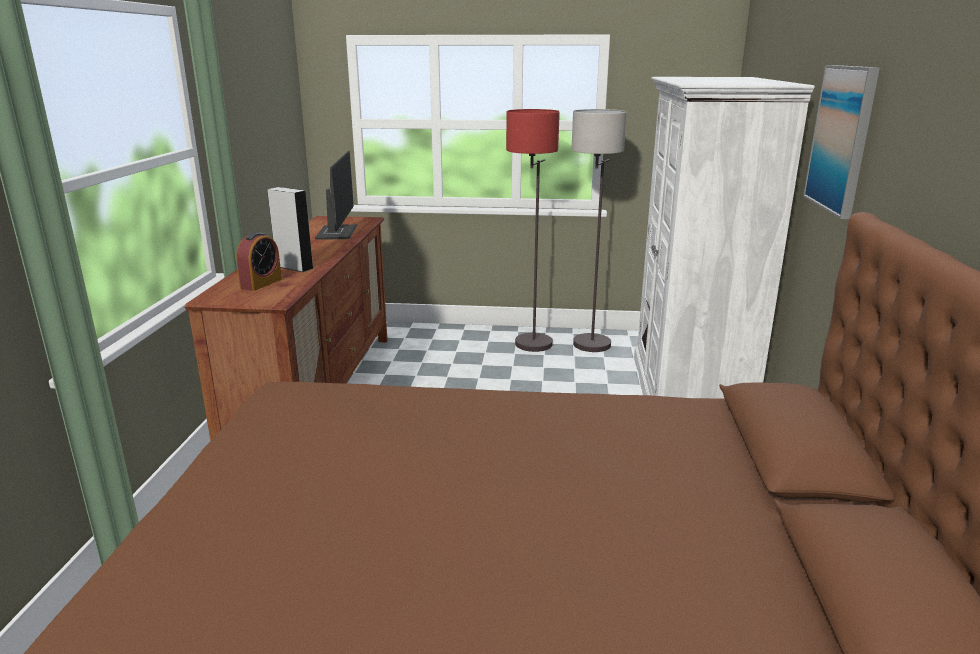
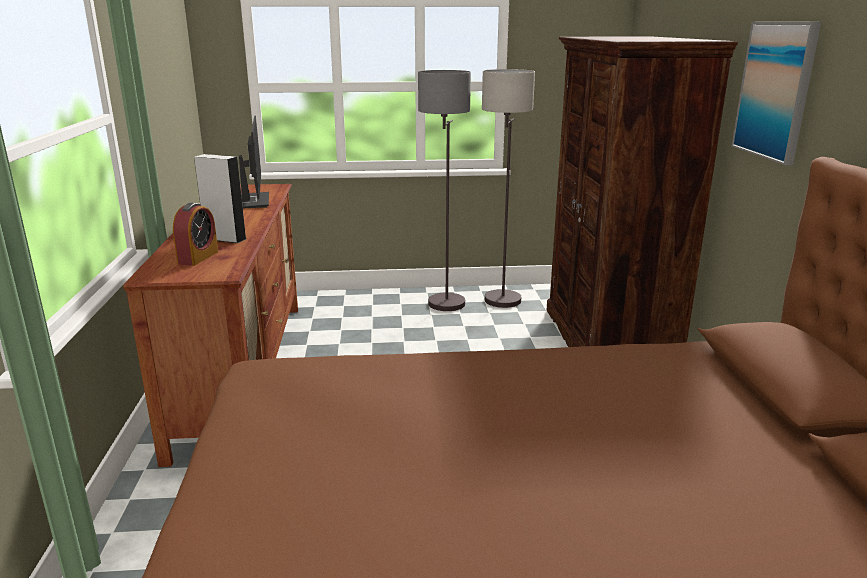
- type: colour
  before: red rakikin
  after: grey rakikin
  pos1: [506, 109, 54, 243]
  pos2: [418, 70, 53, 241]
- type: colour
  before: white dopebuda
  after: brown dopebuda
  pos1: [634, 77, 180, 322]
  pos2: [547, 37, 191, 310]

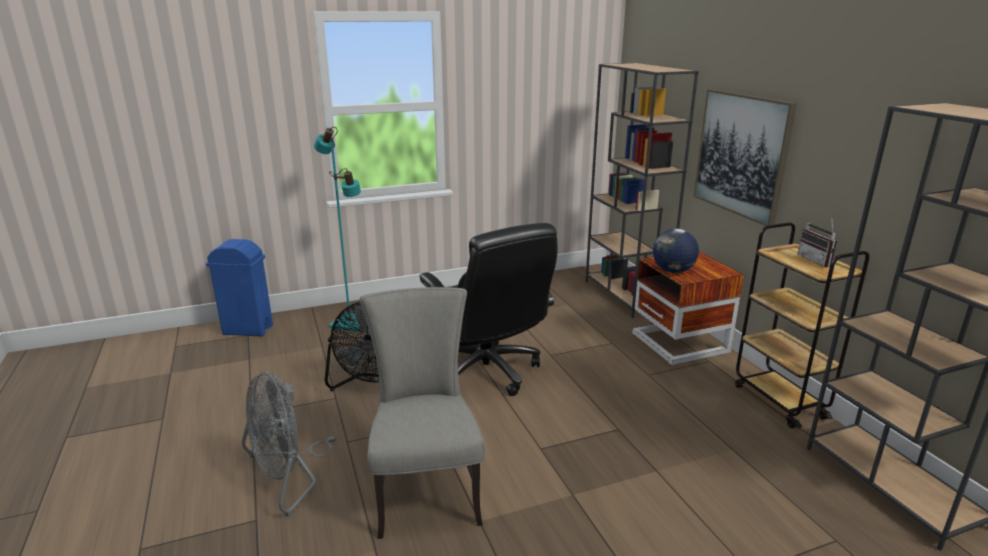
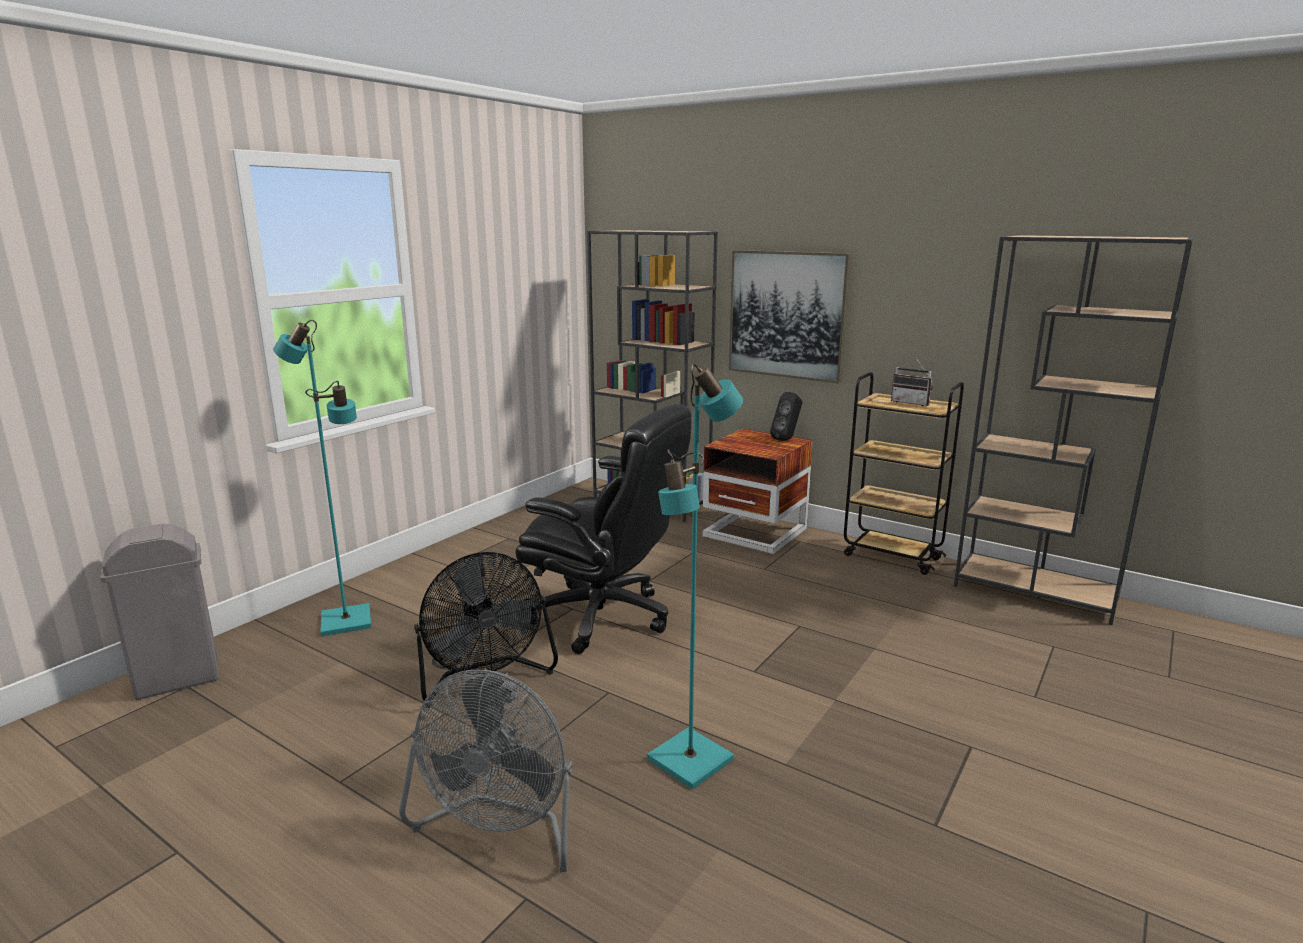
- type: colour
  before: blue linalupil
  after: grey linalupil
  pos1: [206, 239, 67, 97]
  pos2: [100, 524, 119, 176]
- type: exchanged
  before: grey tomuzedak
  after: turquoise rakikin
  pos1: [360, 287, 125, 252]
  pos2: [647, 364, 96, 425]
- type: missing
  before: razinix
  pos1: [653, 228, 46, 45]
- type: appeared
  after: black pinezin
  pos2: [770, 392, 32, 49]

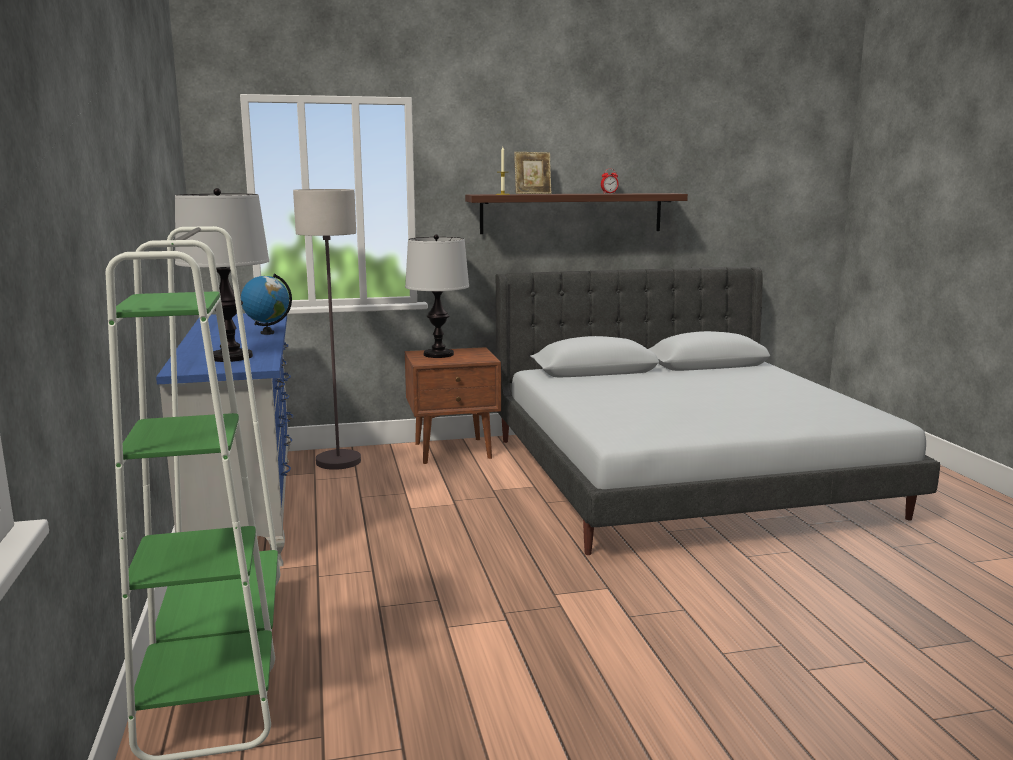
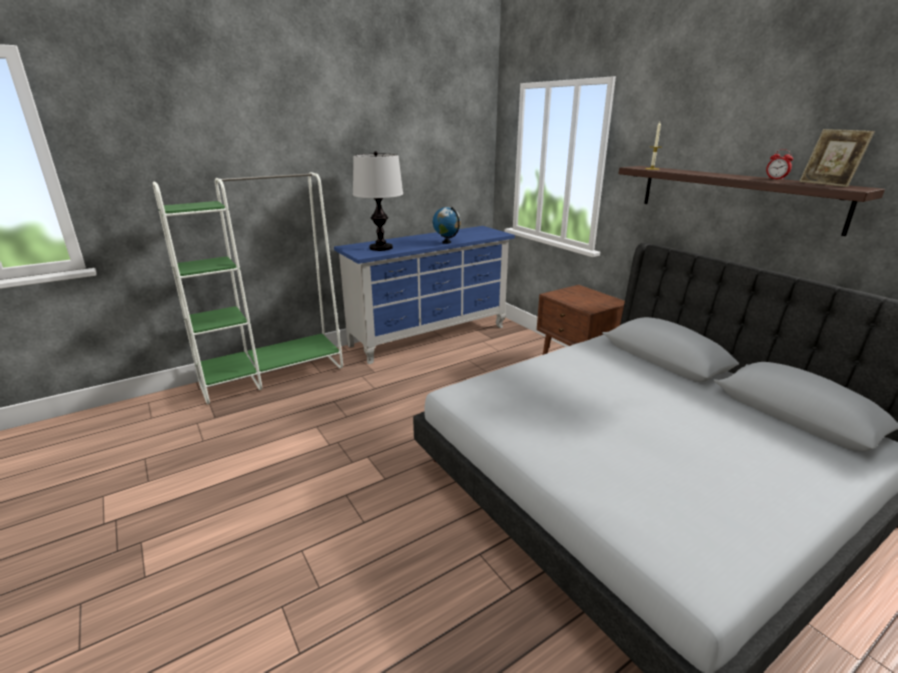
- type: missing
  before: grey rakikin
  pos1: [293, 189, 68, 281]
- type: missing
  before: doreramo
  pos1: [405, 234, 64, 124]
- type: relocated
  before: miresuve
  pos1: [514, 152, 38, 42]
  pos2: [799, 129, 76, 58]

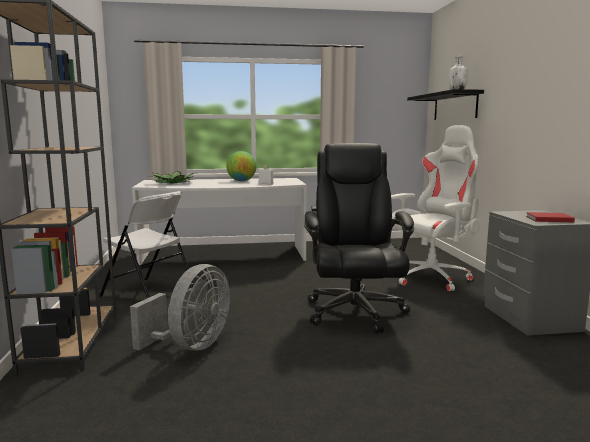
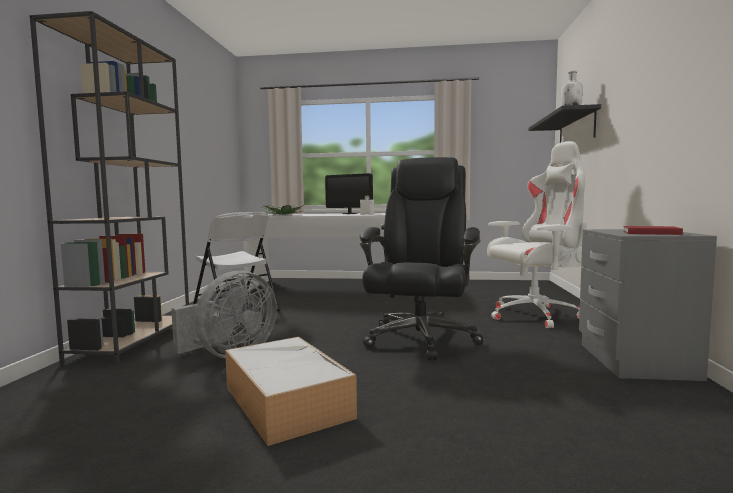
- type: exchanged
  before: razinix
  after: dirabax
  pos1: [226, 151, 30, 30]
  pos2: [325, 173, 48, 41]
- type: appeared
  after: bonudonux
  pos2: [225, 337, 132, 109]

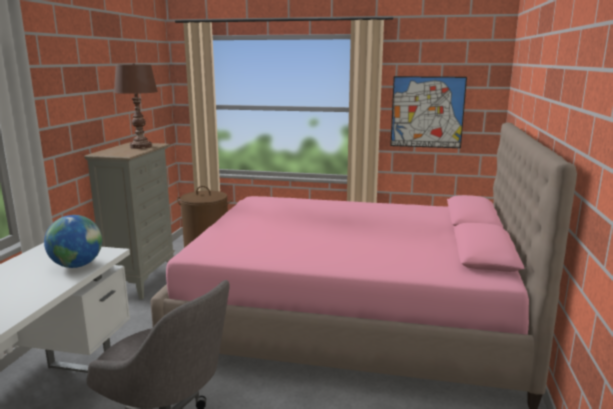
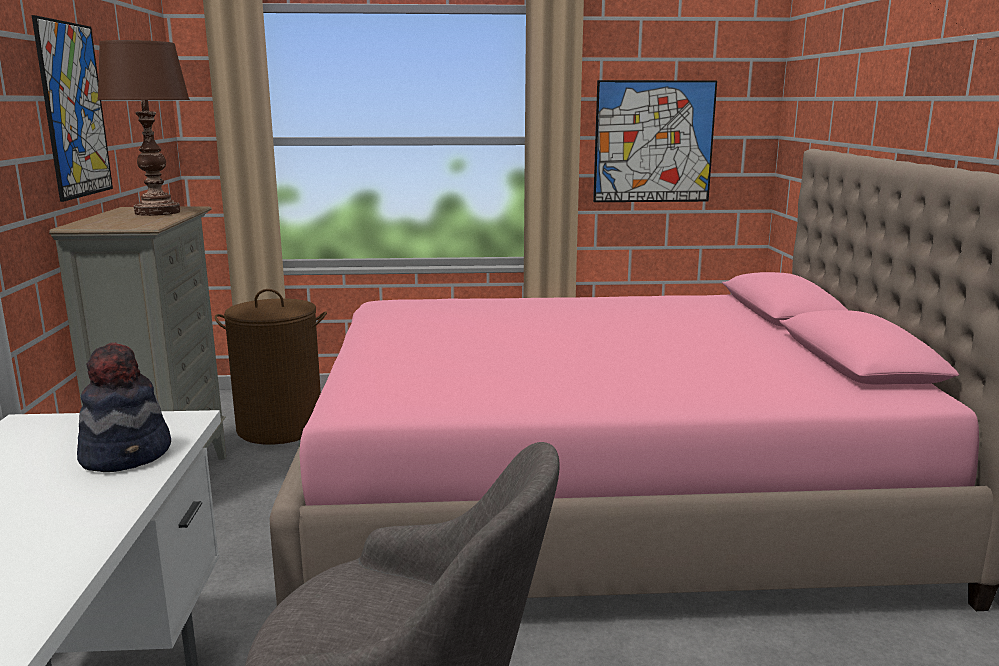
- type: exchanged
  before: razinix
  after: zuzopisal
  pos1: [44, 215, 58, 53]
  pos2: [77, 342, 94, 130]
- type: appeared
  after: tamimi
  pos2: [32, 15, 81, 187]

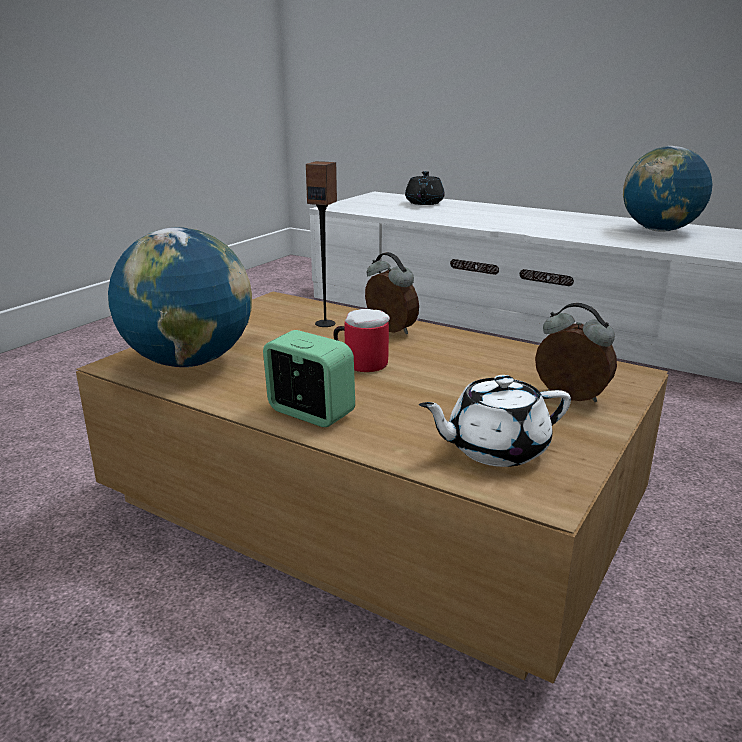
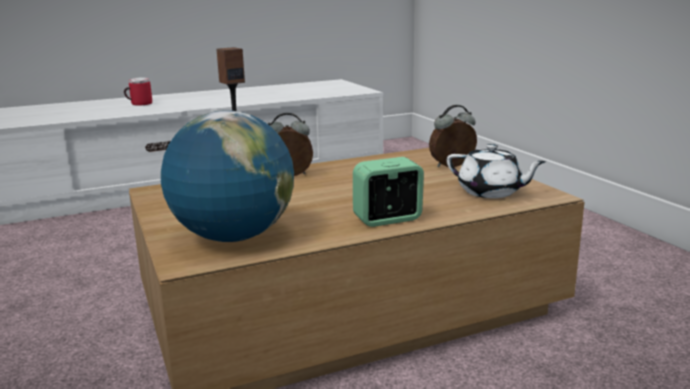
- type: relocated
  before: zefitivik
  pos1: [333, 309, 57, 63]
  pos2: [124, 78, 28, 28]
- type: missing
  before: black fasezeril
  pos1: [405, 171, 40, 34]
- type: spun
  before: white fasezeril
  pos1: [419, 375, 152, 92]
  pos2: [447, 144, 99, 54]
  turn: -75
- type: missing
  before: razinix
  pos1: [623, 146, 89, 86]

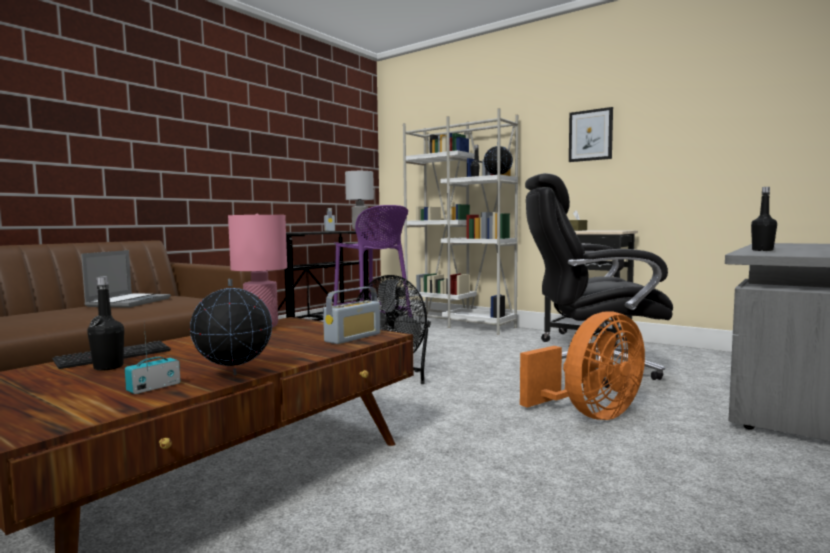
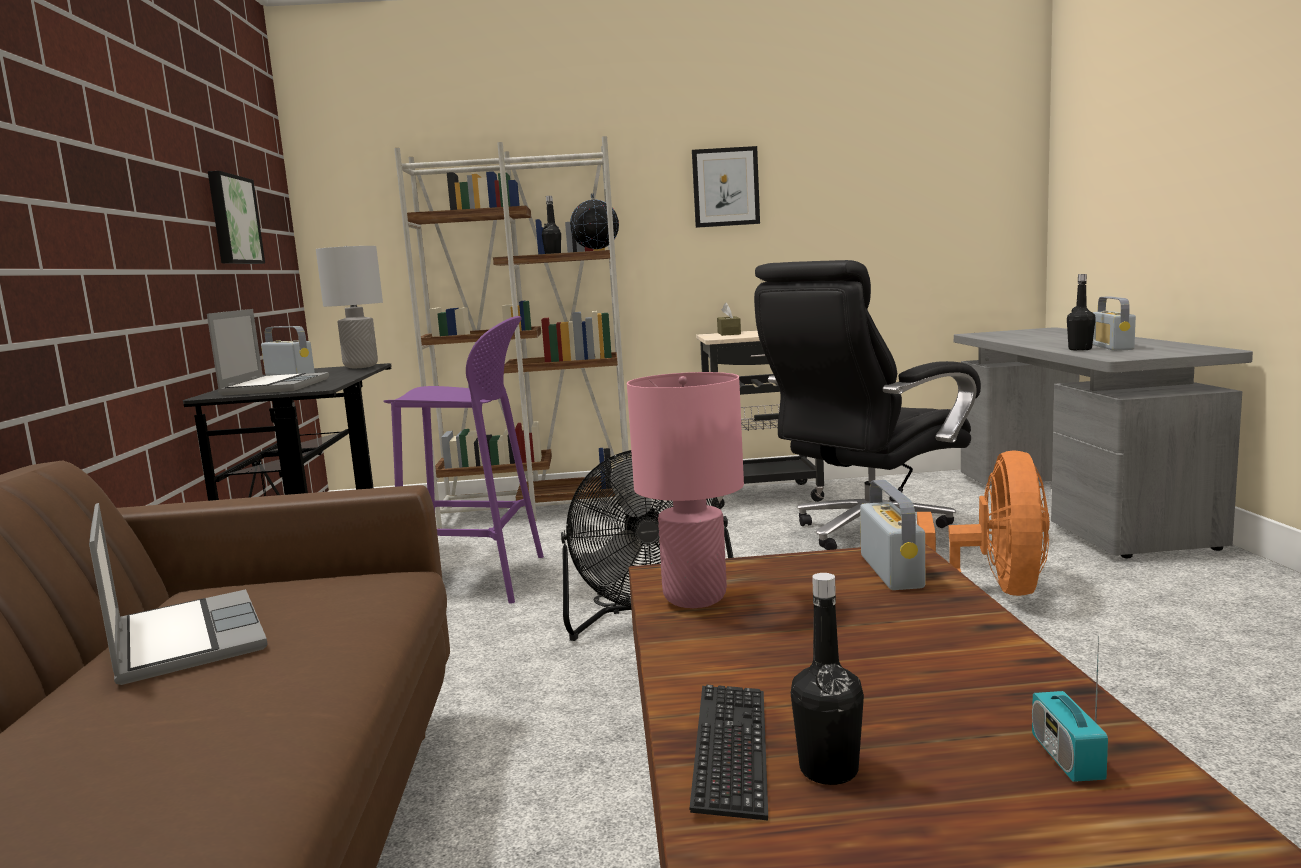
- type: missing
  before: razinix
  pos1: [190, 279, 83, 96]
- type: colour
  before: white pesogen
  after: brown pesogen
  pos1: [403, 108, 115, 226]
  pos2: [394, 136, 235, 393]
- type: appeared
  after: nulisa
  pos2: [207, 309, 122, 87]
- type: appeared
  after: tamimi
  pos2: [208, 171, 57, 93]
- type: appeared
  after: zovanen
  pos2: [1092, 296, 44, 55]

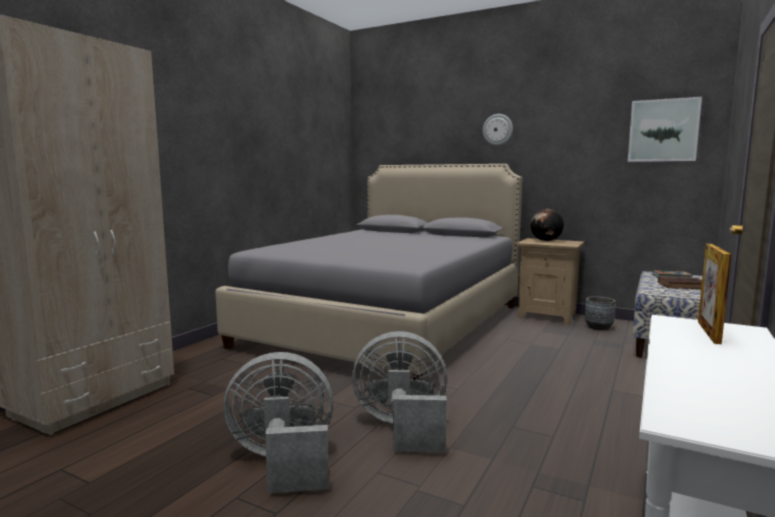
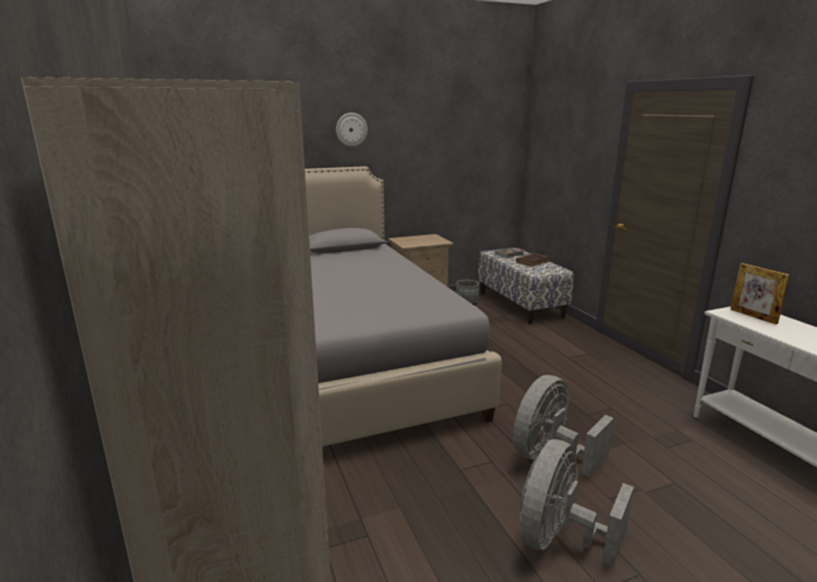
- type: missing
  before: razinix
  pos1: [530, 209, 34, 32]
- type: missing
  before: tamimi
  pos1: [628, 97, 74, 65]

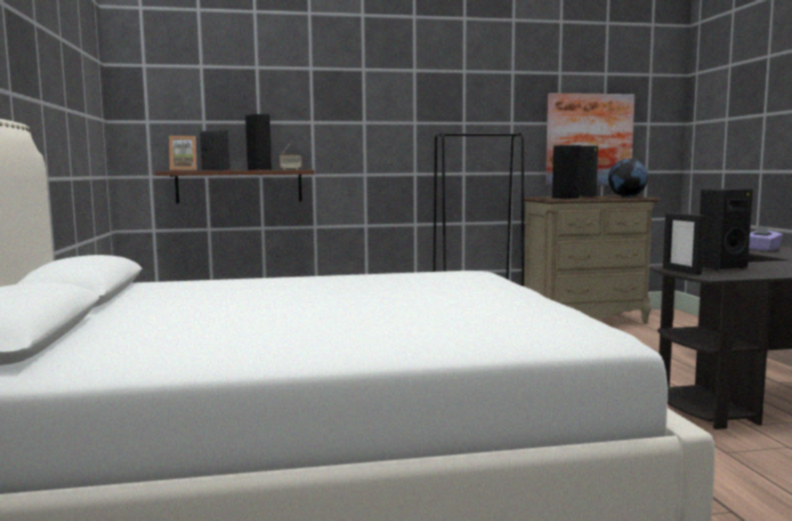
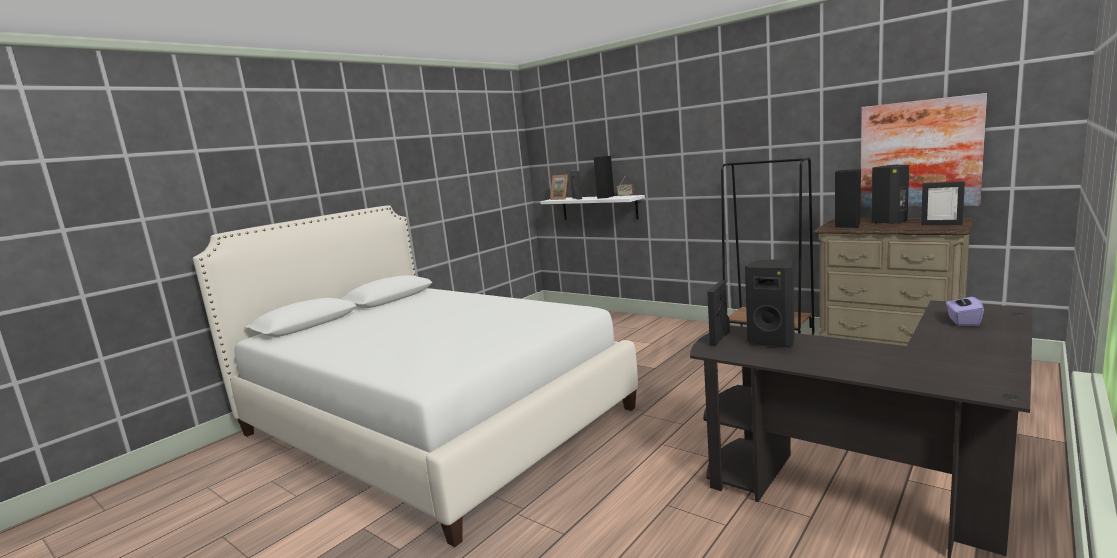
- type: colour
  before: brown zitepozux
  after: white zitepozux
  pos1: [155, 170, 160, 33]
  pos2: [540, 195, 105, 25]
- type: exchanged
  before: razinix
  after: miresuve
  pos1: [608, 159, 40, 38]
  pos2: [921, 181, 44, 44]

